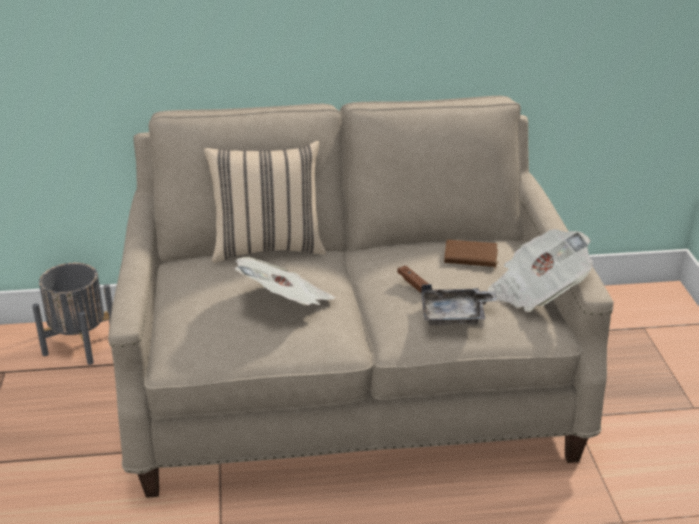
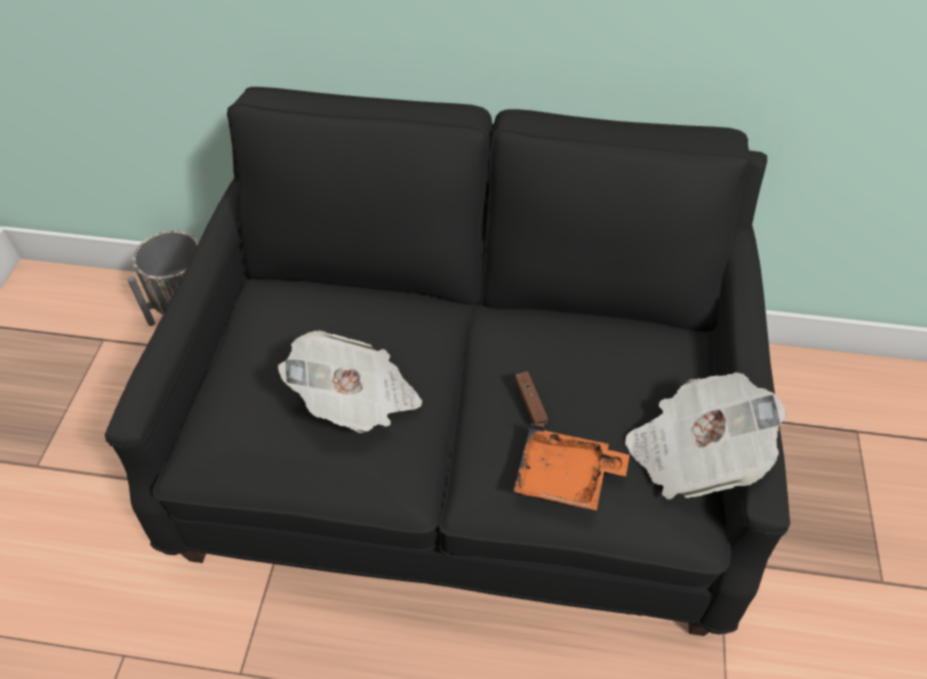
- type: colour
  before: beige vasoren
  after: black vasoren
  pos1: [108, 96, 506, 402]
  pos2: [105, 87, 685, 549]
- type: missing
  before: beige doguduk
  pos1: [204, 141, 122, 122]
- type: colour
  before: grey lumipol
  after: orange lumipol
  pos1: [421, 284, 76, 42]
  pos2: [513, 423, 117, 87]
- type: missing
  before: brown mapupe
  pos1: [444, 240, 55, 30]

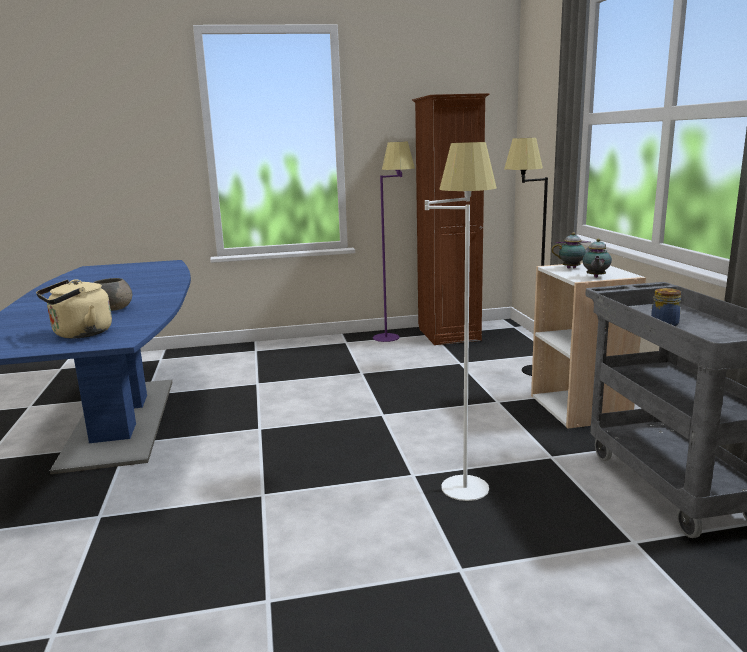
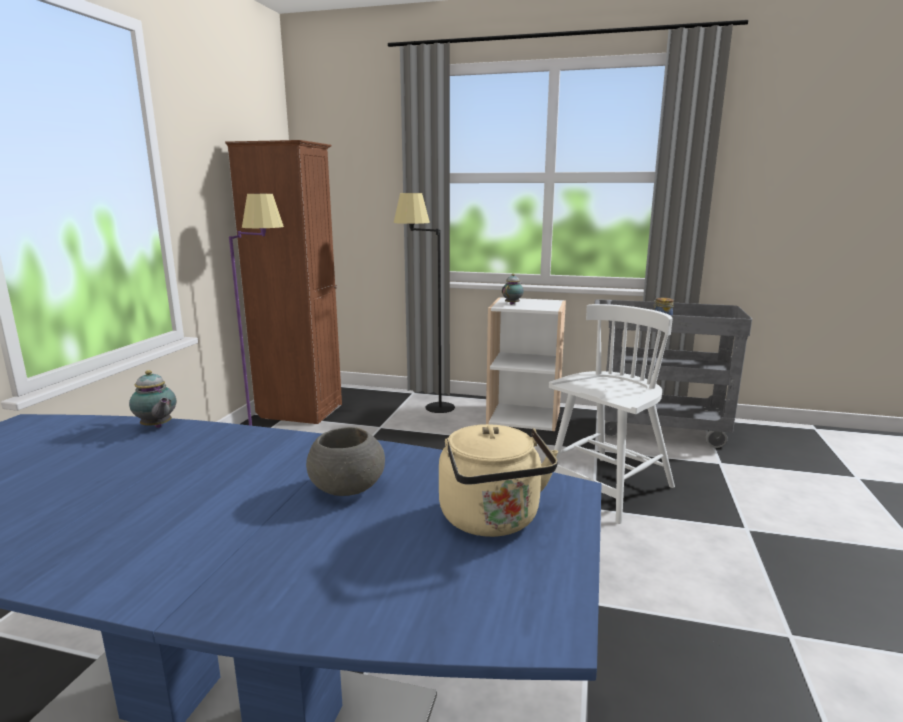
- type: exchanged
  before: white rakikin
  after: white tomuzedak
  pos1: [425, 142, 72, 359]
  pos2: [549, 304, 126, 220]
- type: relocated
  before: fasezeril
  pos1: [583, 239, 29, 39]
  pos2: [129, 370, 47, 58]

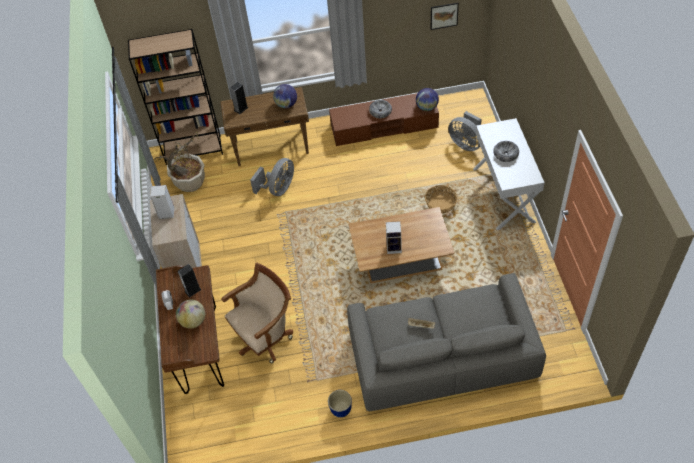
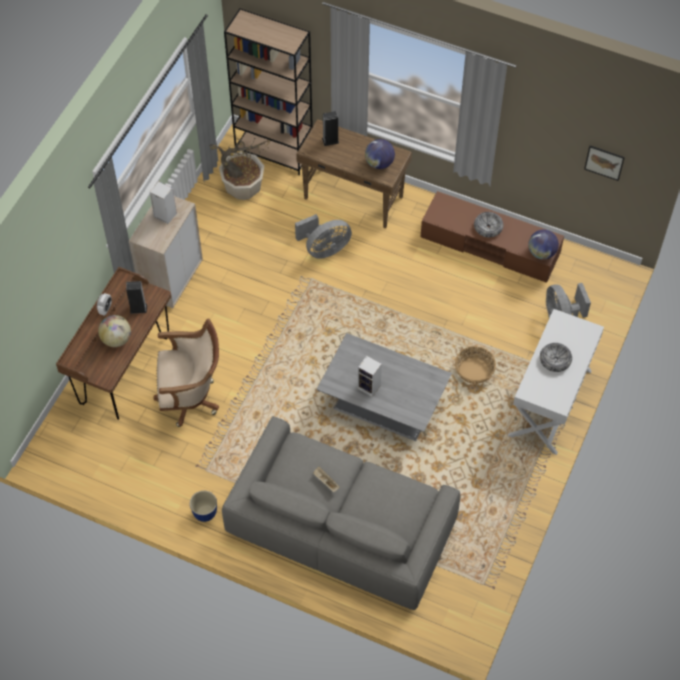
- type: colour
  before: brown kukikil
  after: grey kukikil
  pos1: [348, 207, 107, 76]
  pos2: [317, 333, 135, 108]

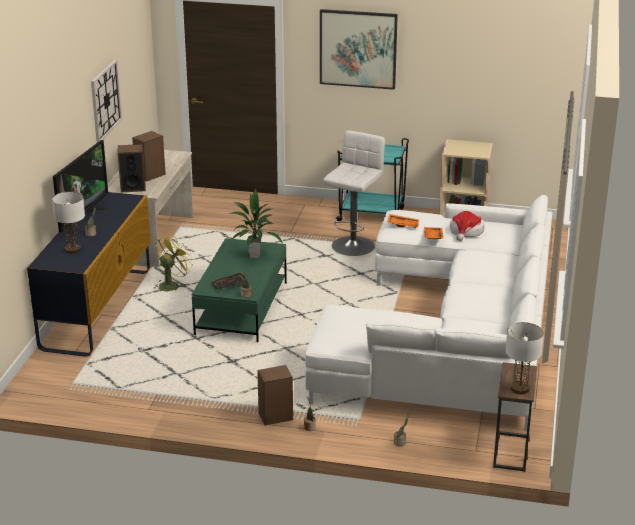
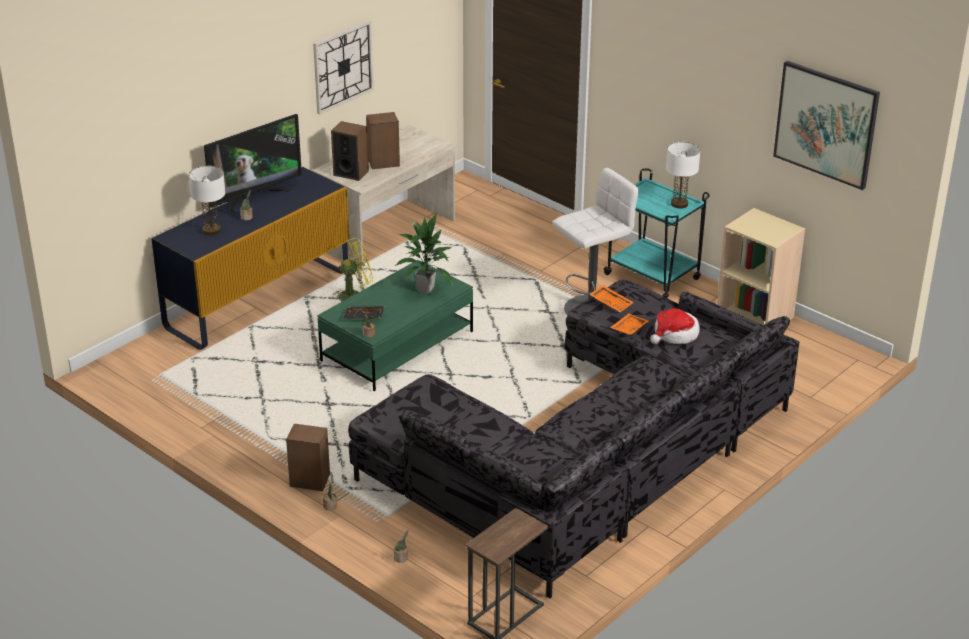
- type: colour
  before: white vasoren
  after: black vasoren
  pos1: [305, 195, 247, 236]
  pos2: [348, 280, 451, 318]
- type: relocated
  before: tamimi
  pos1: [320, 9, 78, 81]
  pos2: [773, 61, 107, 129]
- type: relocated
  before: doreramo
  pos1: [505, 322, 39, 72]
  pos2: [666, 142, 34, 67]

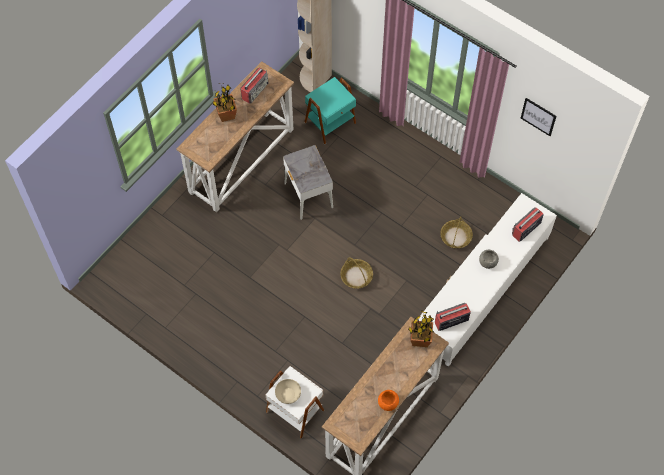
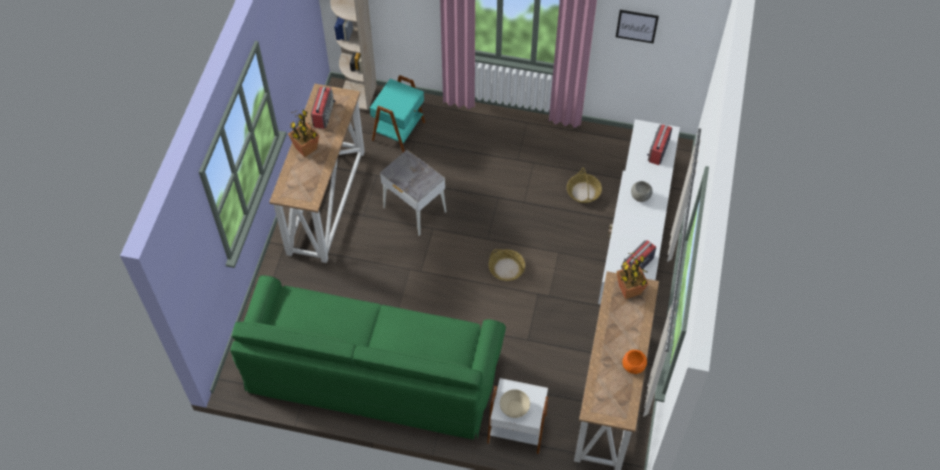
- type: appeared
  after: green vasoren
  pos2: [230, 275, 276, 165]

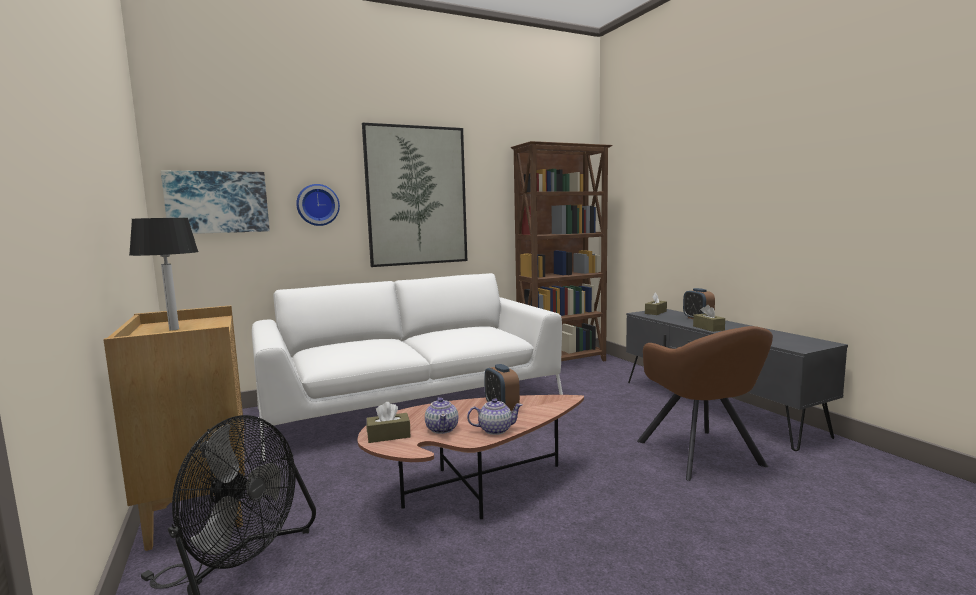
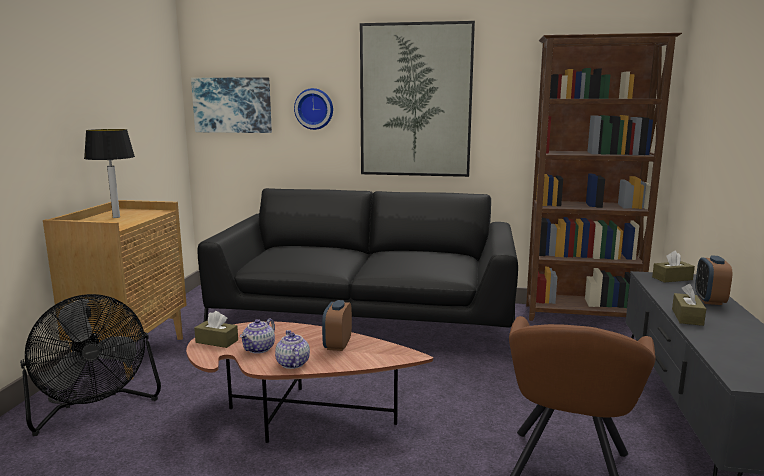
- type: colour
  before: white vasoren
  after: black vasoren
  pos1: [252, 273, 311, 188]
  pos2: [198, 188, 320, 140]
- type: spun
  before: fasezeril
  pos1: [467, 398, 55, 37]
  pos2: [275, 330, 35, 39]
  turn: -135

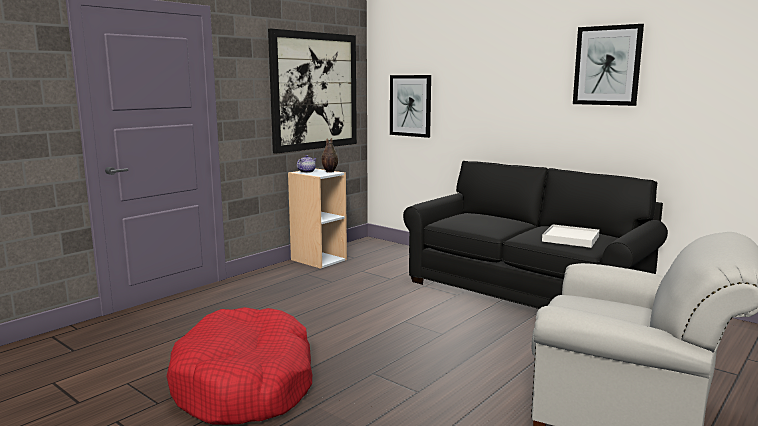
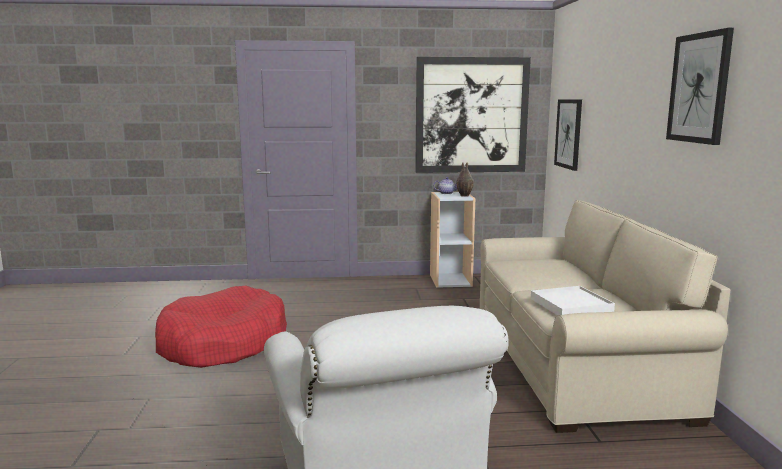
- type: colour
  before: black vasoren
  after: beige vasoren
  pos1: [403, 161, 265, 148]
  pos2: [480, 200, 251, 233]

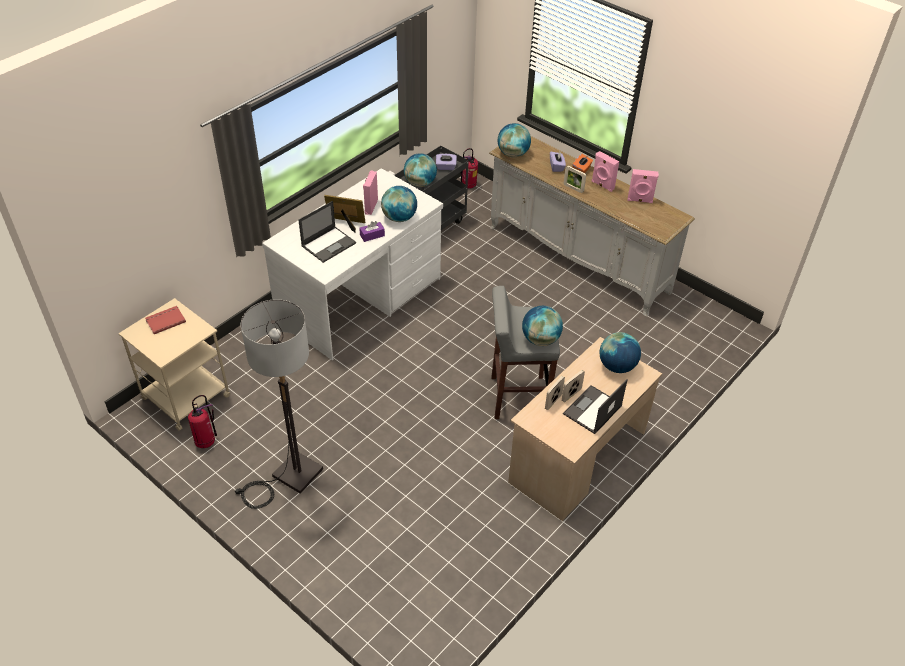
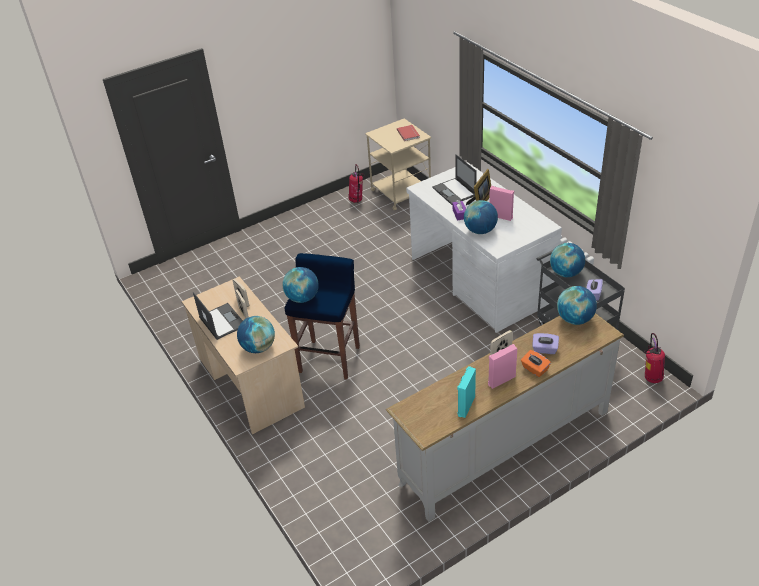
- type: missing
  before: rakikin
  pos1: [235, 299, 88, 210]
- type: colour
  before: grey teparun
  after: blue teparun
  pos1: [491, 286, 69, 133]
  pos2: [285, 253, 75, 127]
- type: colour
  before: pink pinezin
  after: turquoise pinezin
  pos1: [627, 169, 32, 34]
  pos2: [457, 366, 19, 52]

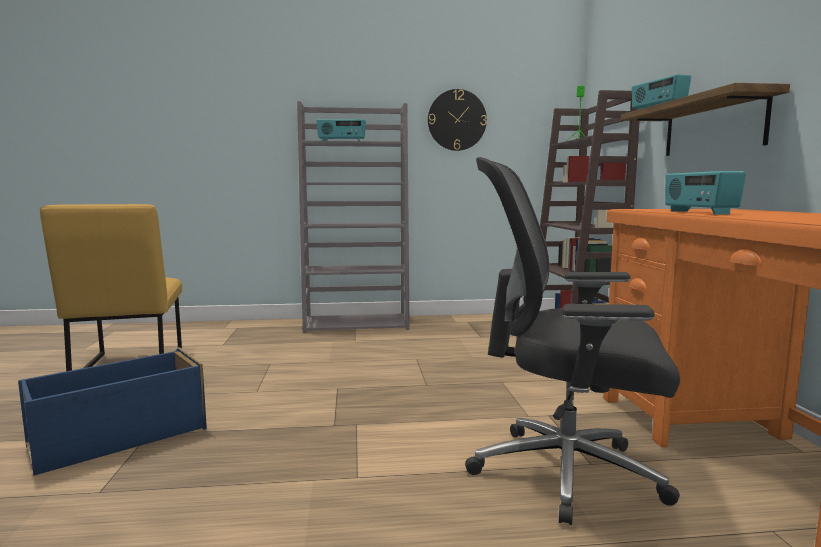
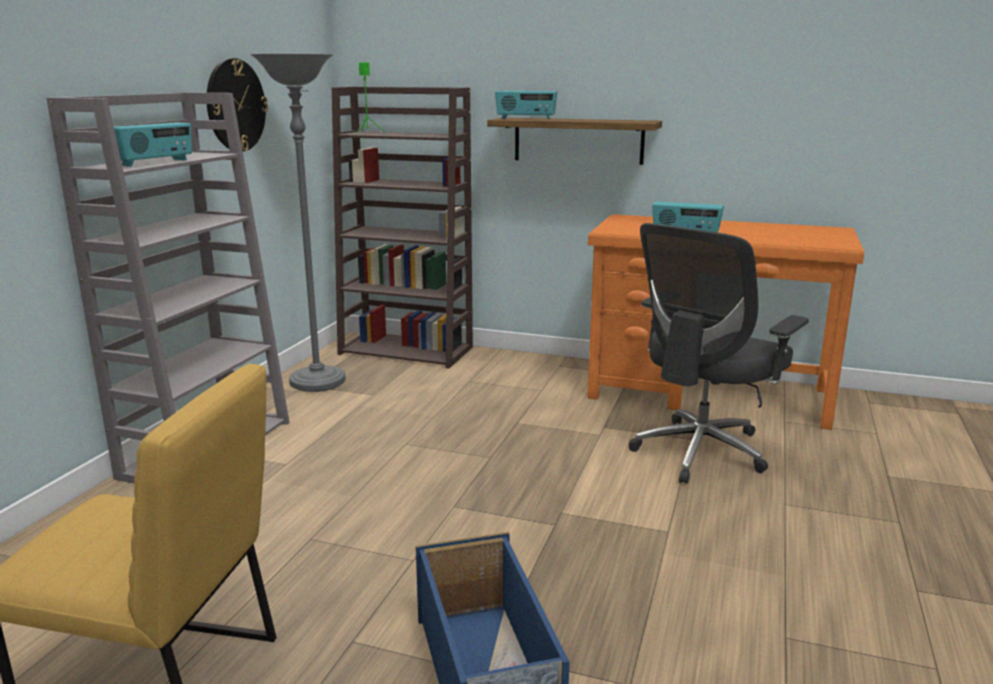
- type: appeared
  after: grey rakikin
  pos2: [250, 54, 96, 338]

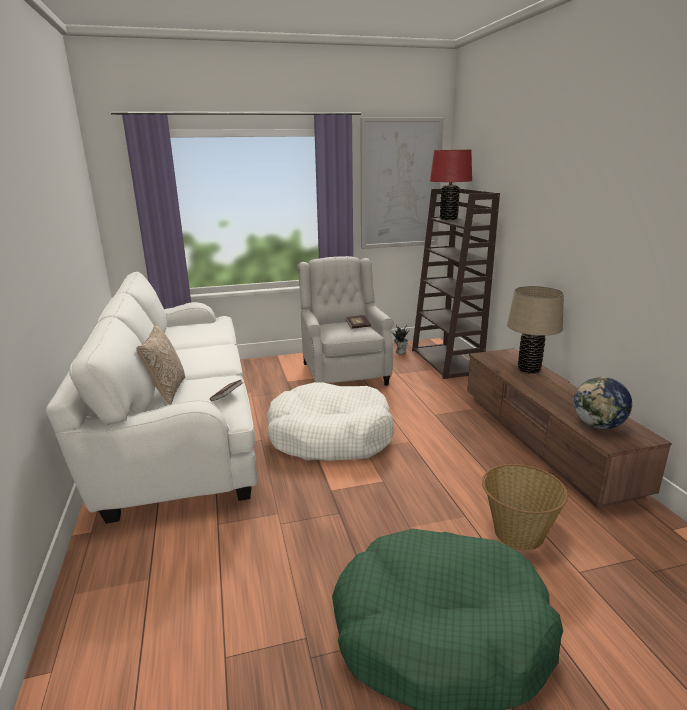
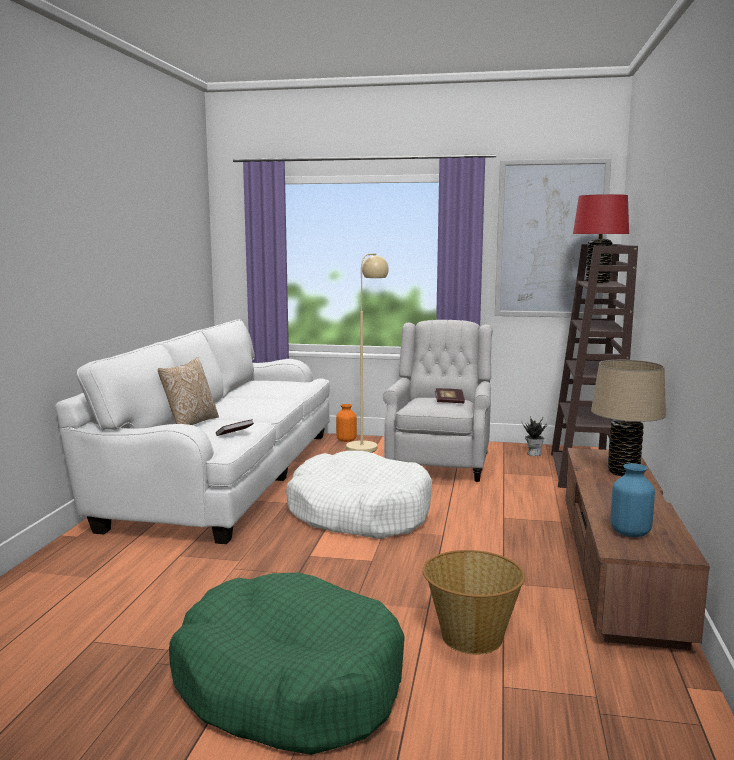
- type: exchanged
  before: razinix
  after: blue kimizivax
  pos1: [574, 377, 58, 52]
  pos2: [611, 463, 44, 74]
- type: appeared
  after: orange kimizivax
  pos2: [336, 404, 21, 38]
- type: appeared
  after: beige rakikin
  pos2: [346, 253, 43, 200]

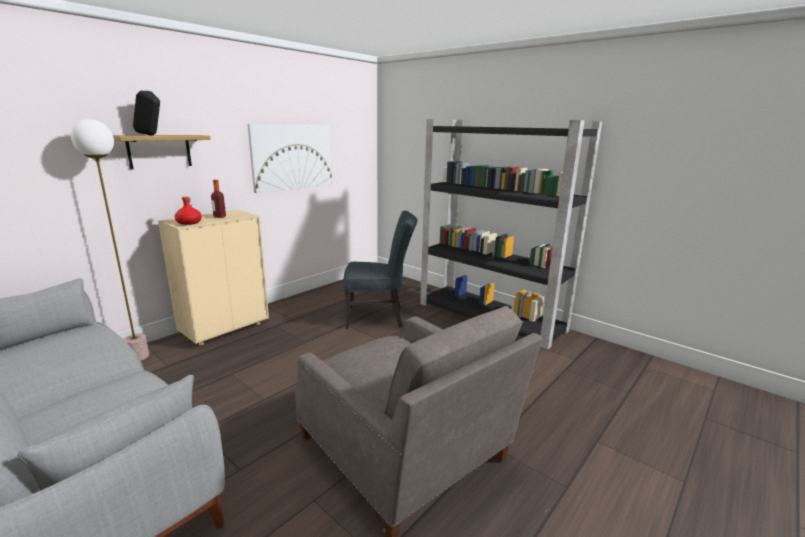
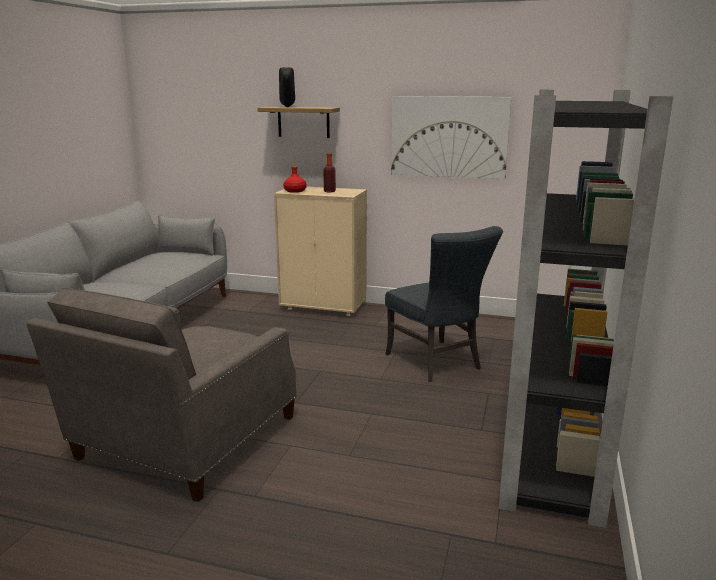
- type: missing
  before: rakikin
  pos1: [71, 119, 78, 242]

